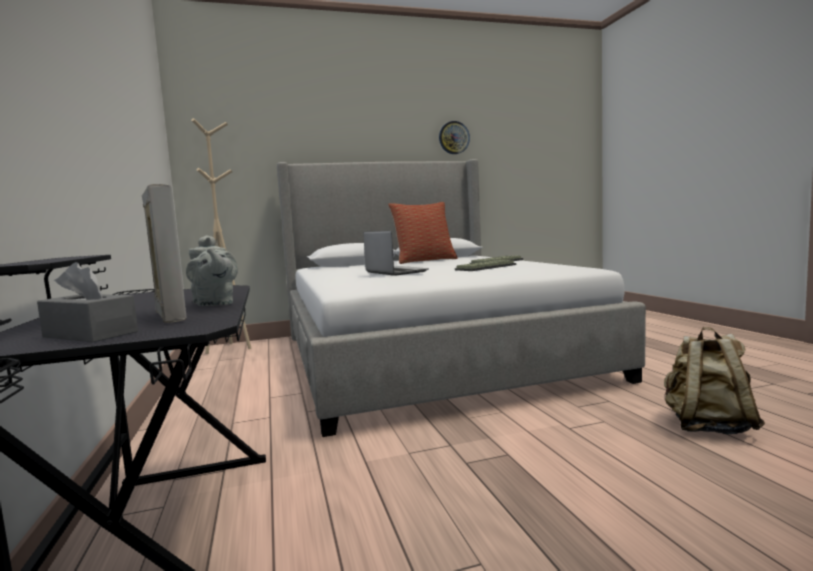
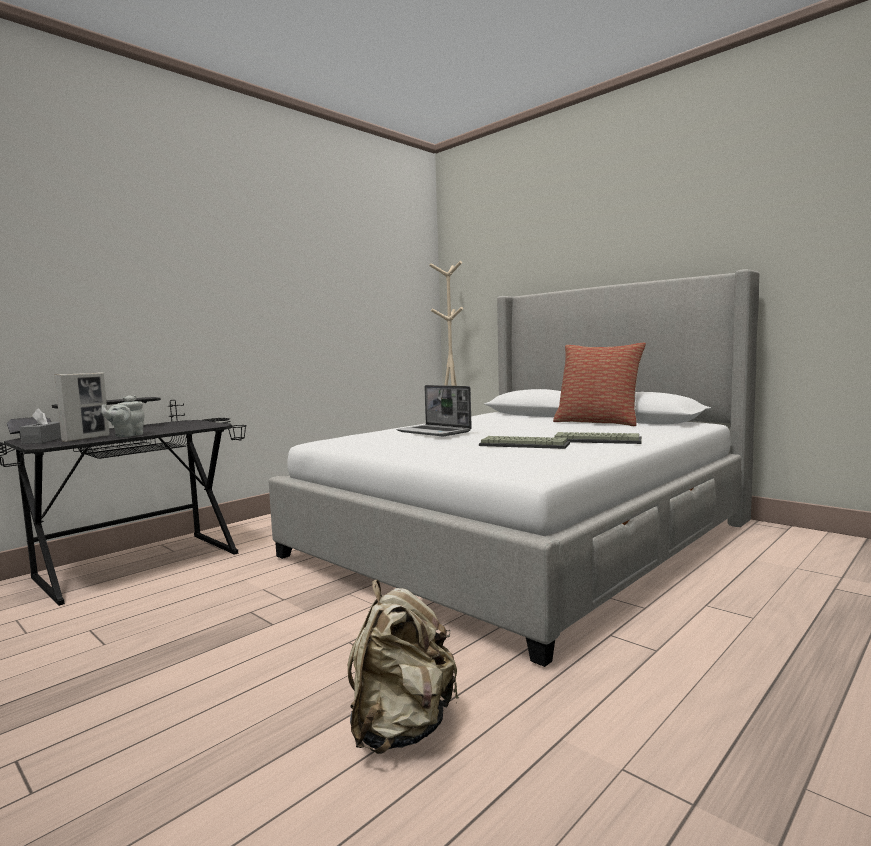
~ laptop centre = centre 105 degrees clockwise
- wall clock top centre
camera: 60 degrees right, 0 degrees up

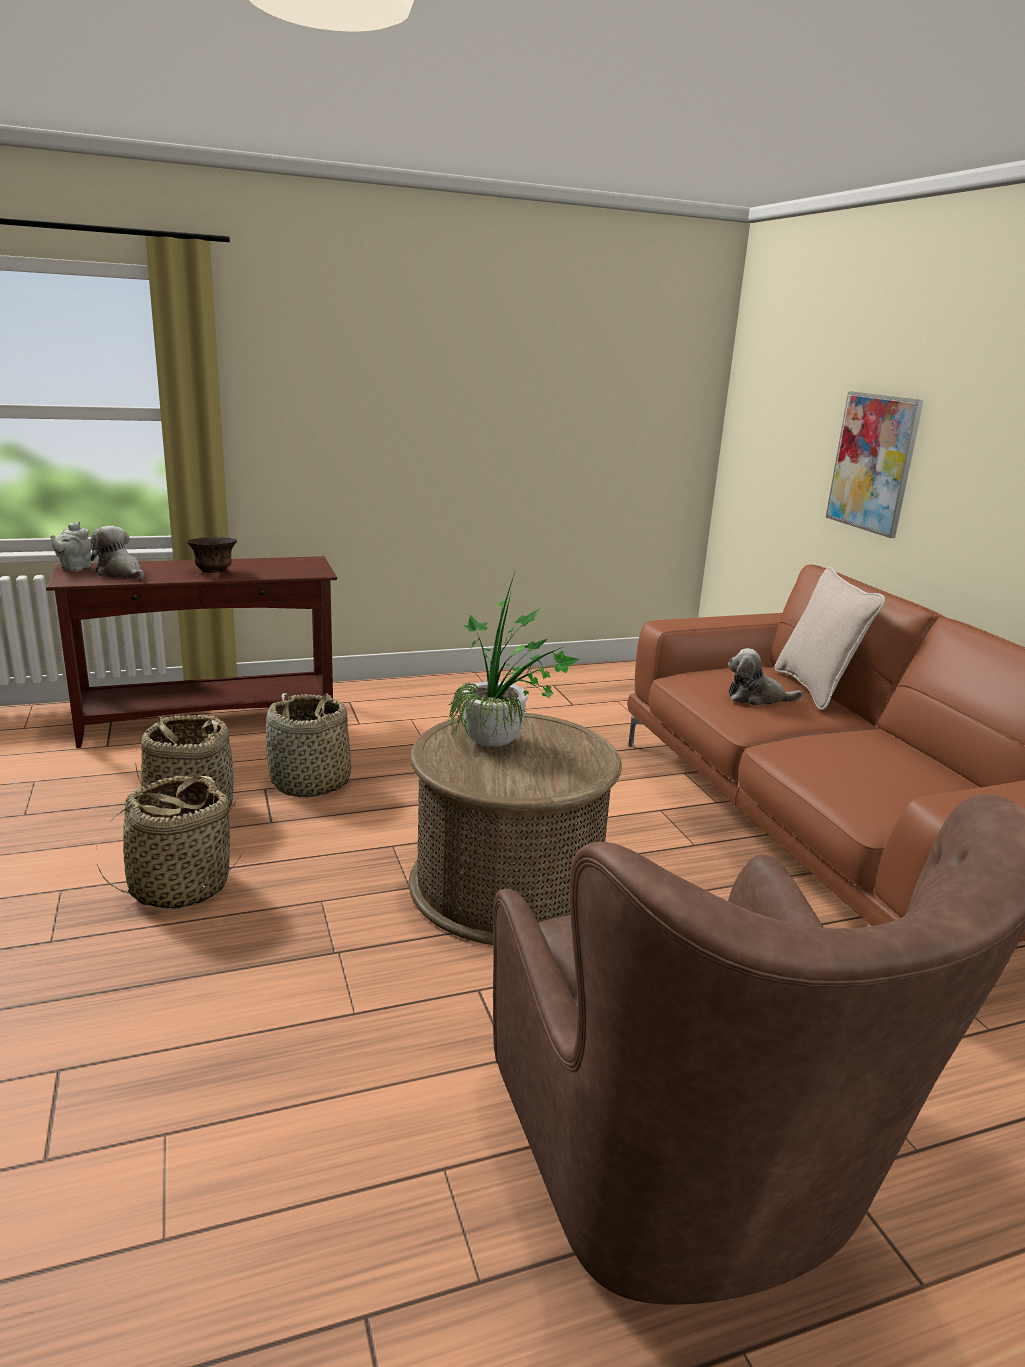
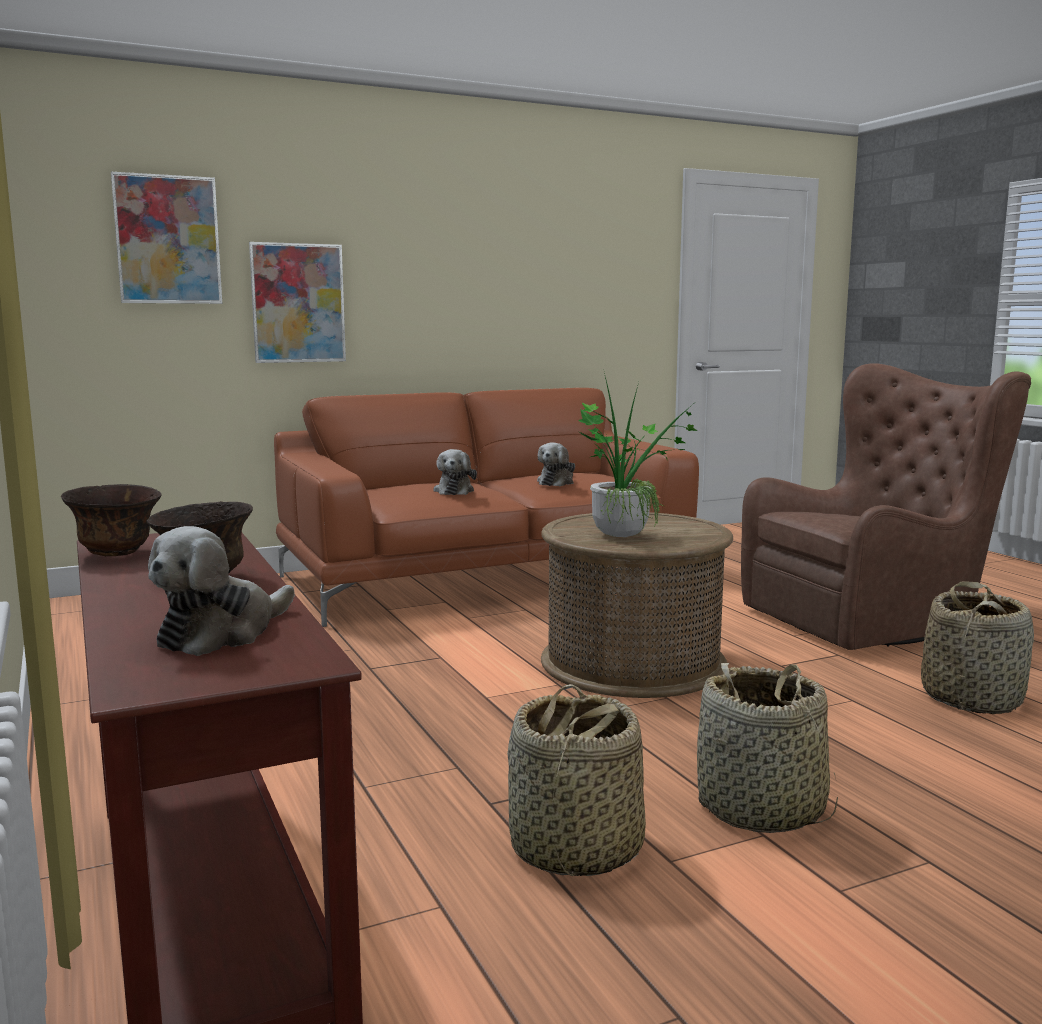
+ brown bowl (no. 1 from left) middle left
+ picture (no. 1 from left) top left
+ plush toy (no. 3 from left) centre
~ basket (no. 3 from left) middle left to middle right
- grey teapot middle left
- beige pillow middle right
camera: 95 degrees left, 10 degrees down

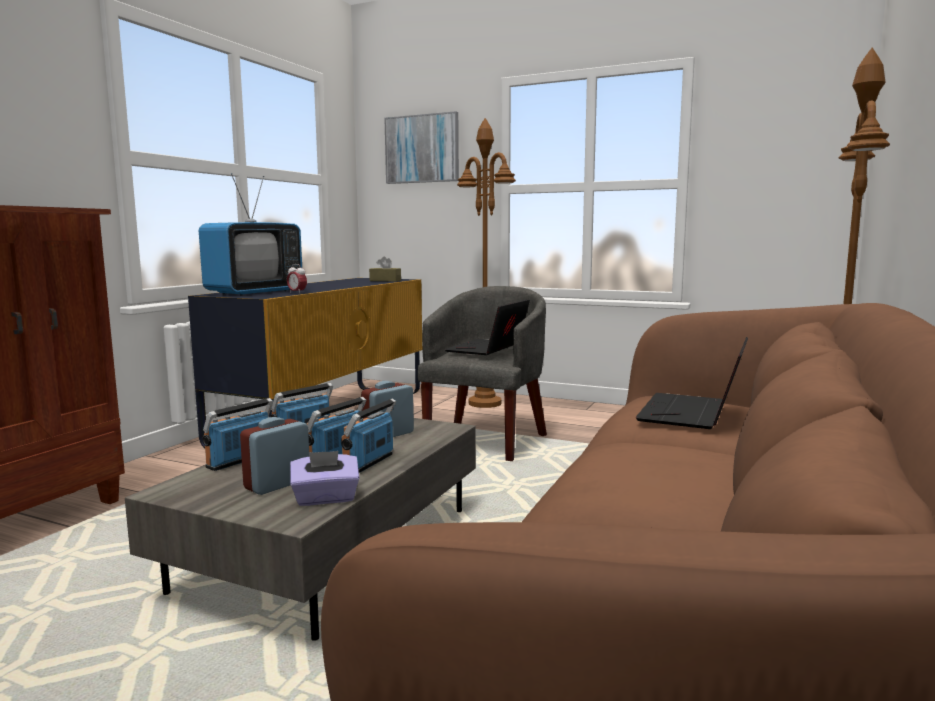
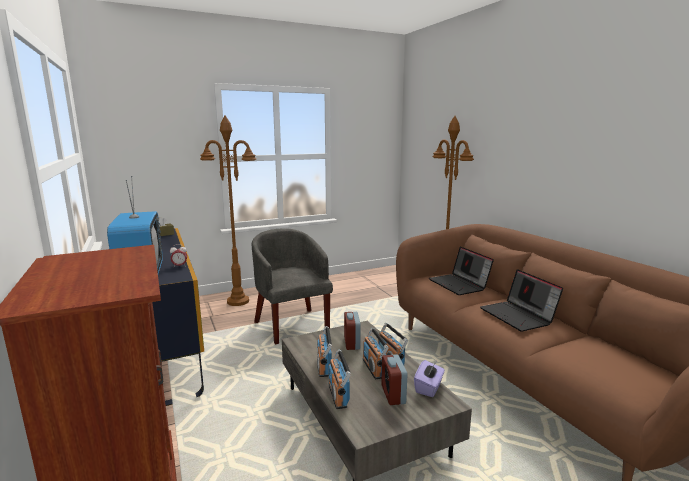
~ laptop (no. 1 from left in the first image) centre to laptop (no. 2 from left) middle right
- picture top centre
camera: 50 degrees left, 5 degrees up

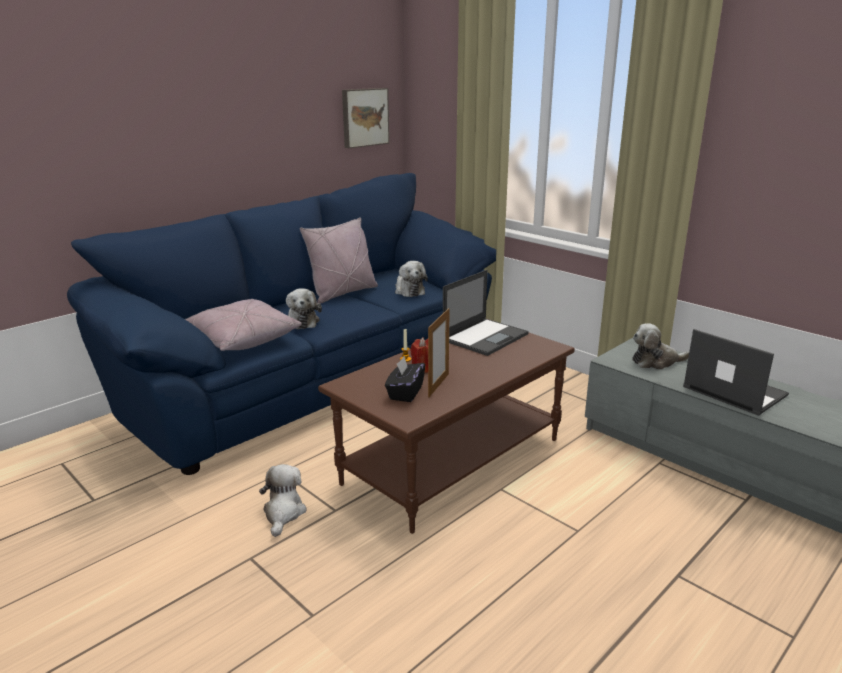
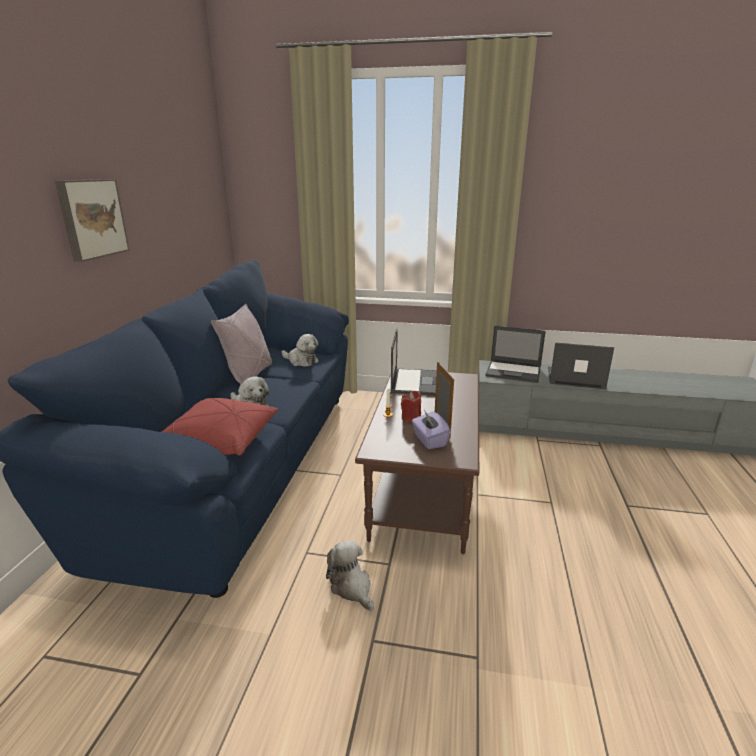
~ picture top centre to top left
~ purple pillow (no. 1 from left) middle left to red pillow middle left
~ black tissue box centre to purple tissue box centre
~ plush toy (no. 4 from left) middle right to laptop (no. 2 from left) middle right
camera: 35 degrees left, 0 degrees up

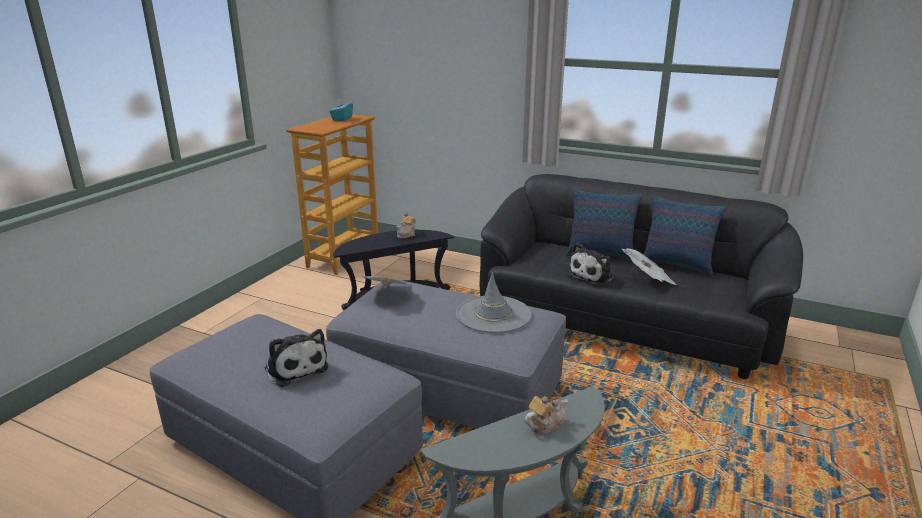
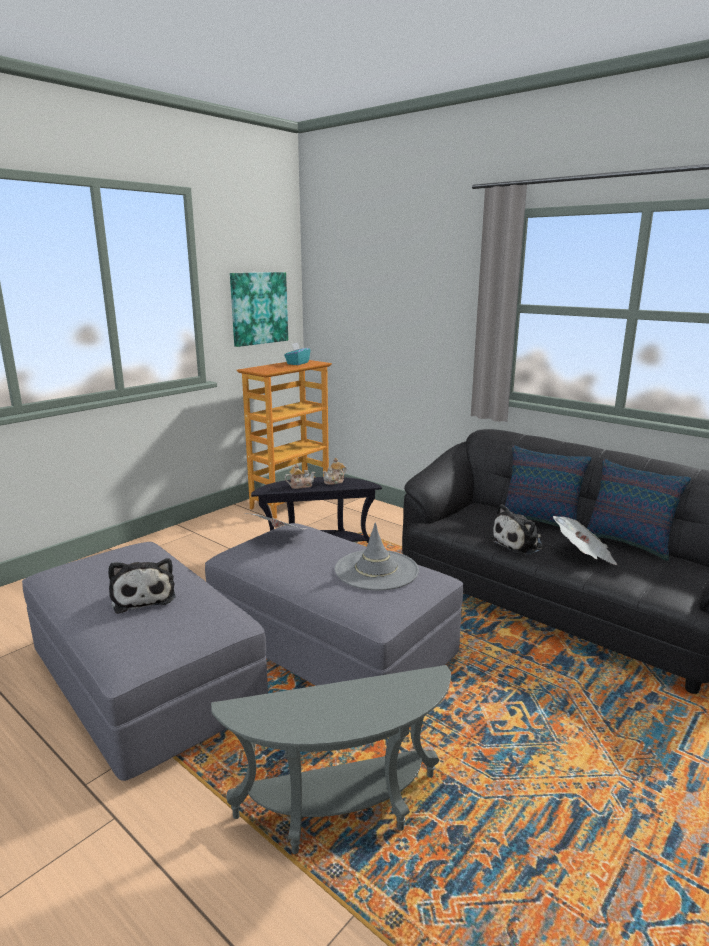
+ picture top centre
~ teapot (no. 2 from left in the first image) bottom centre to teapot (no. 1 from left) centre
camera: 15 degrees right, 5 degrees down

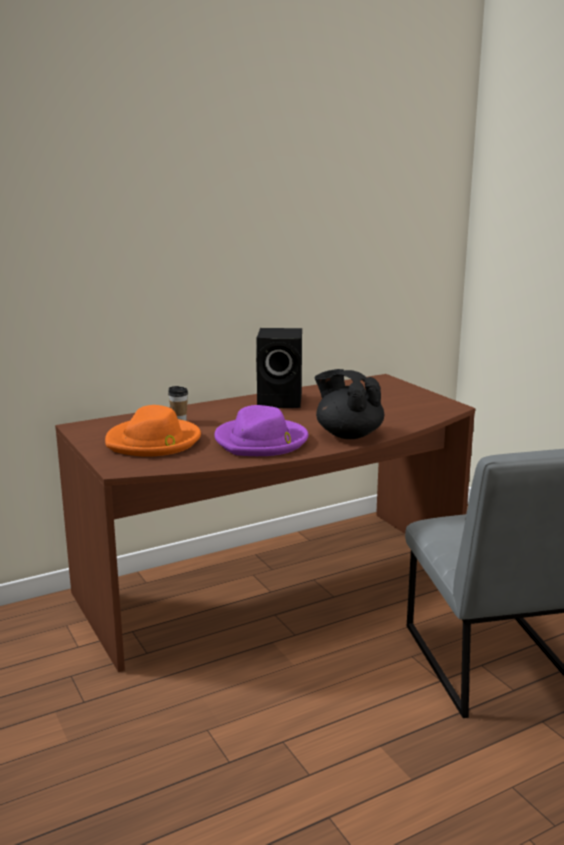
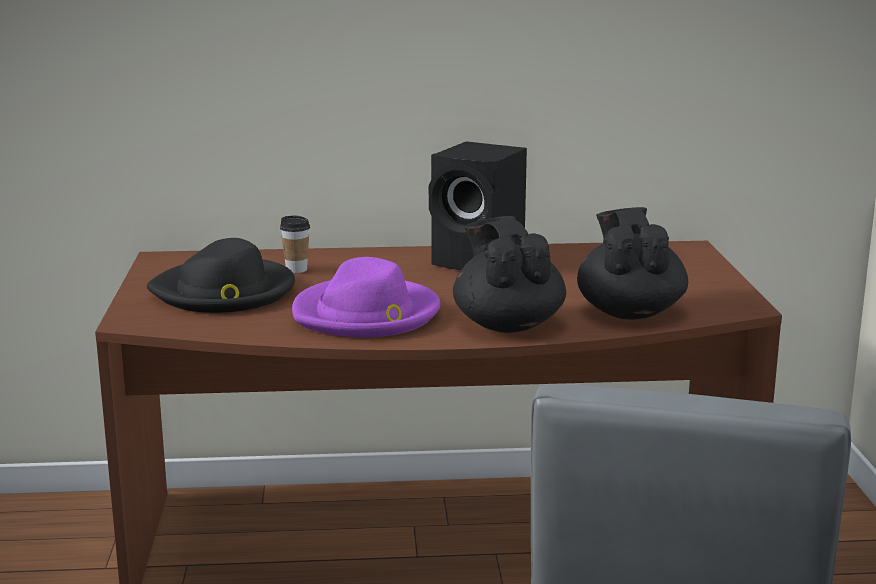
~ orange hat middle left to black hat middle left
+ black teapot (no. 2 from left) middle right
camera: 25 degrees right, 0 degrees up

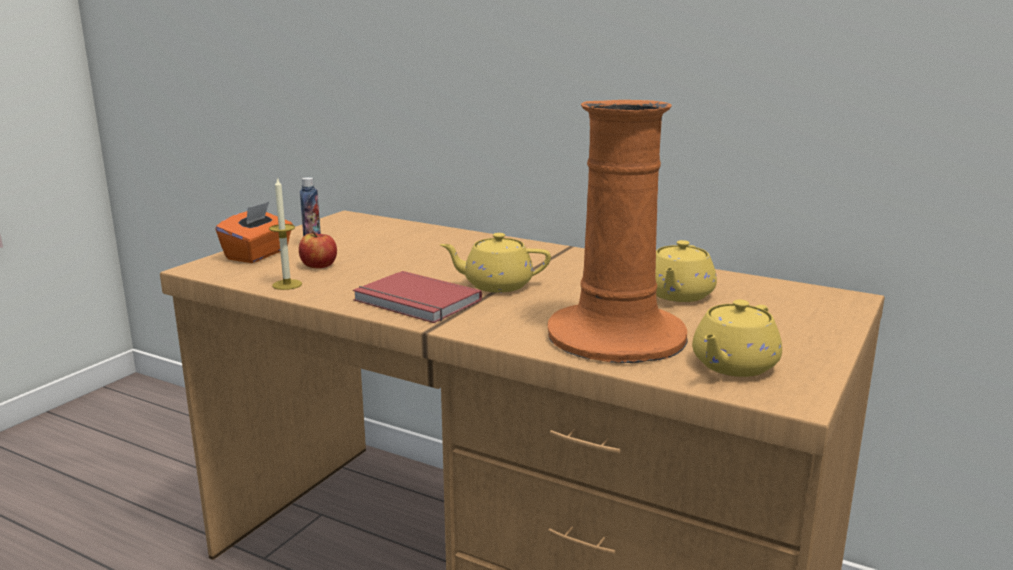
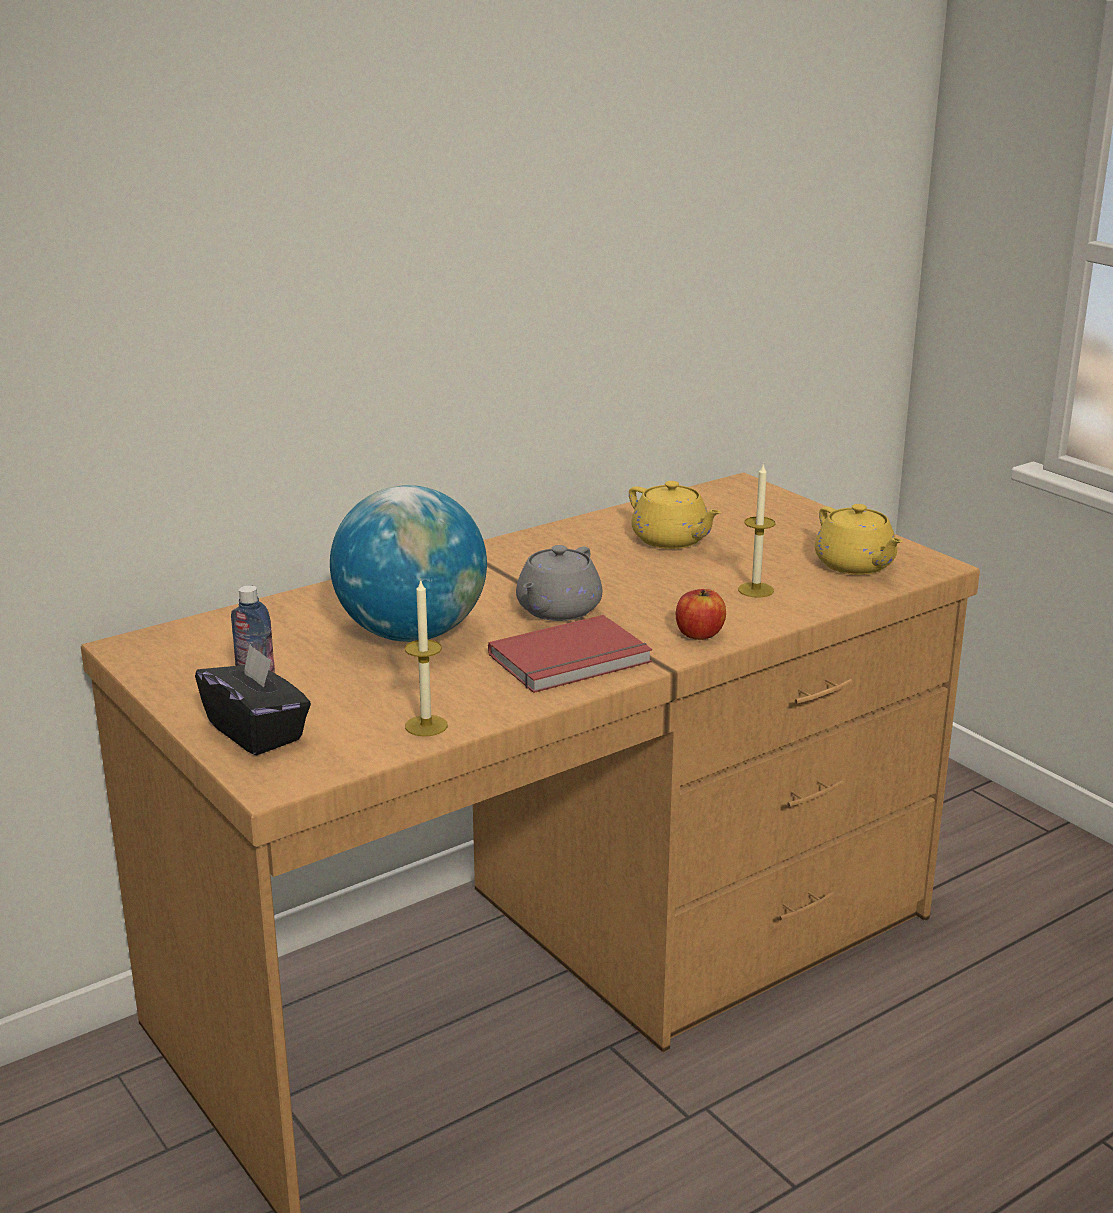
~ orange tissue box middle left to black tissue box middle left
+ globe centre
~ yellow teapot (no. 1 from left) centre to grey teapot centre
~ apple middle left to centre
~ orange vase centre to candle (no. 2 from left) middle right
camera: 65 degrees left, 5 degrees up

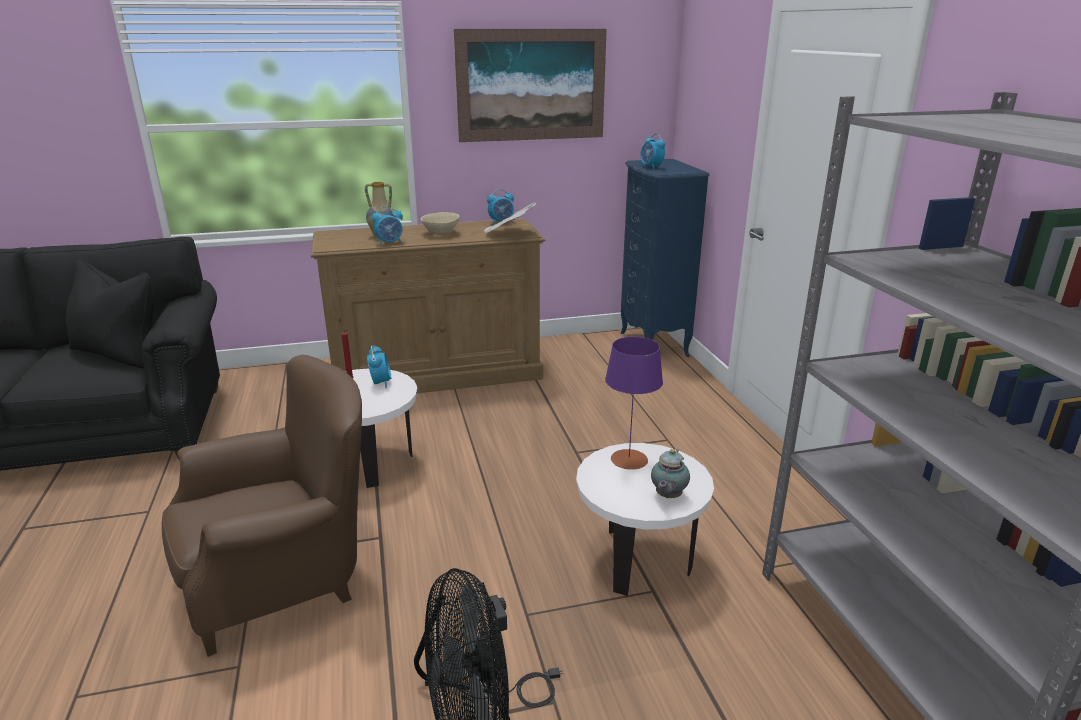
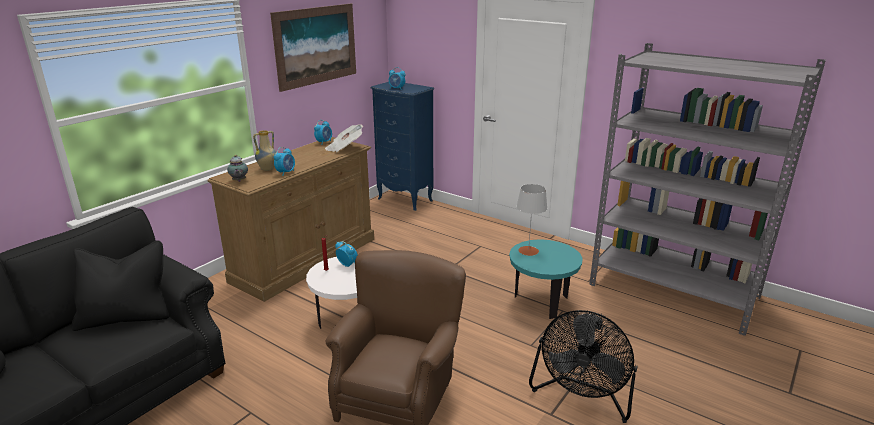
~ teapot centre to middle left
~ white side table (no. 2 from left) bottom centre to turquoise side table centre
~ purple table lamp centre to grey table lamp centre
- beige bowl top centre
camera: 40 degrees left, 0 degrees up

